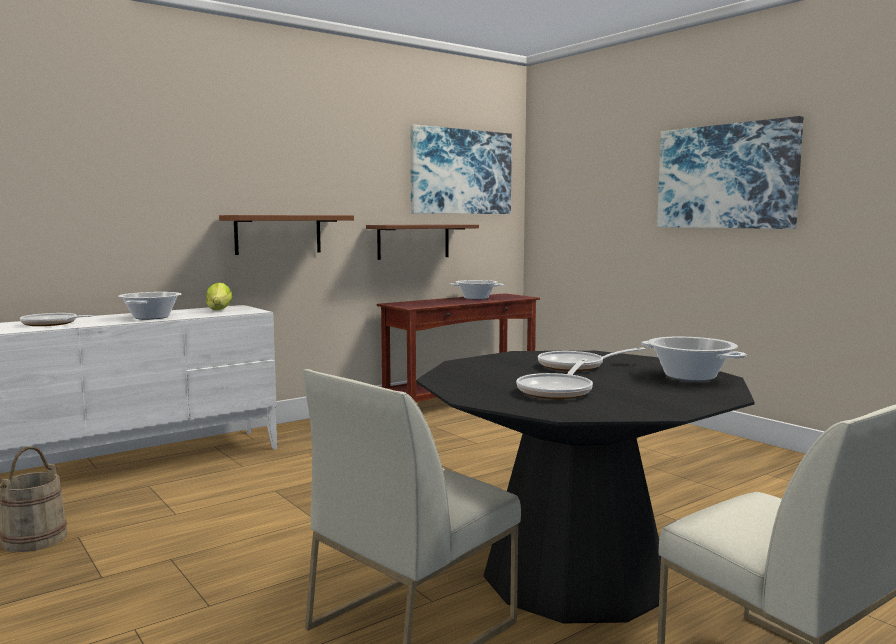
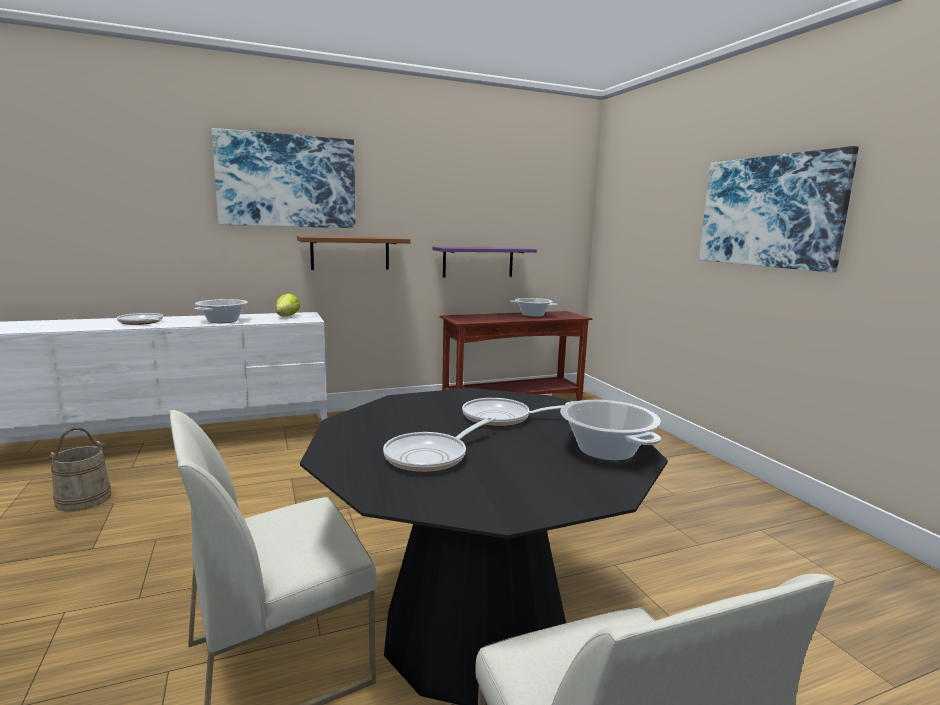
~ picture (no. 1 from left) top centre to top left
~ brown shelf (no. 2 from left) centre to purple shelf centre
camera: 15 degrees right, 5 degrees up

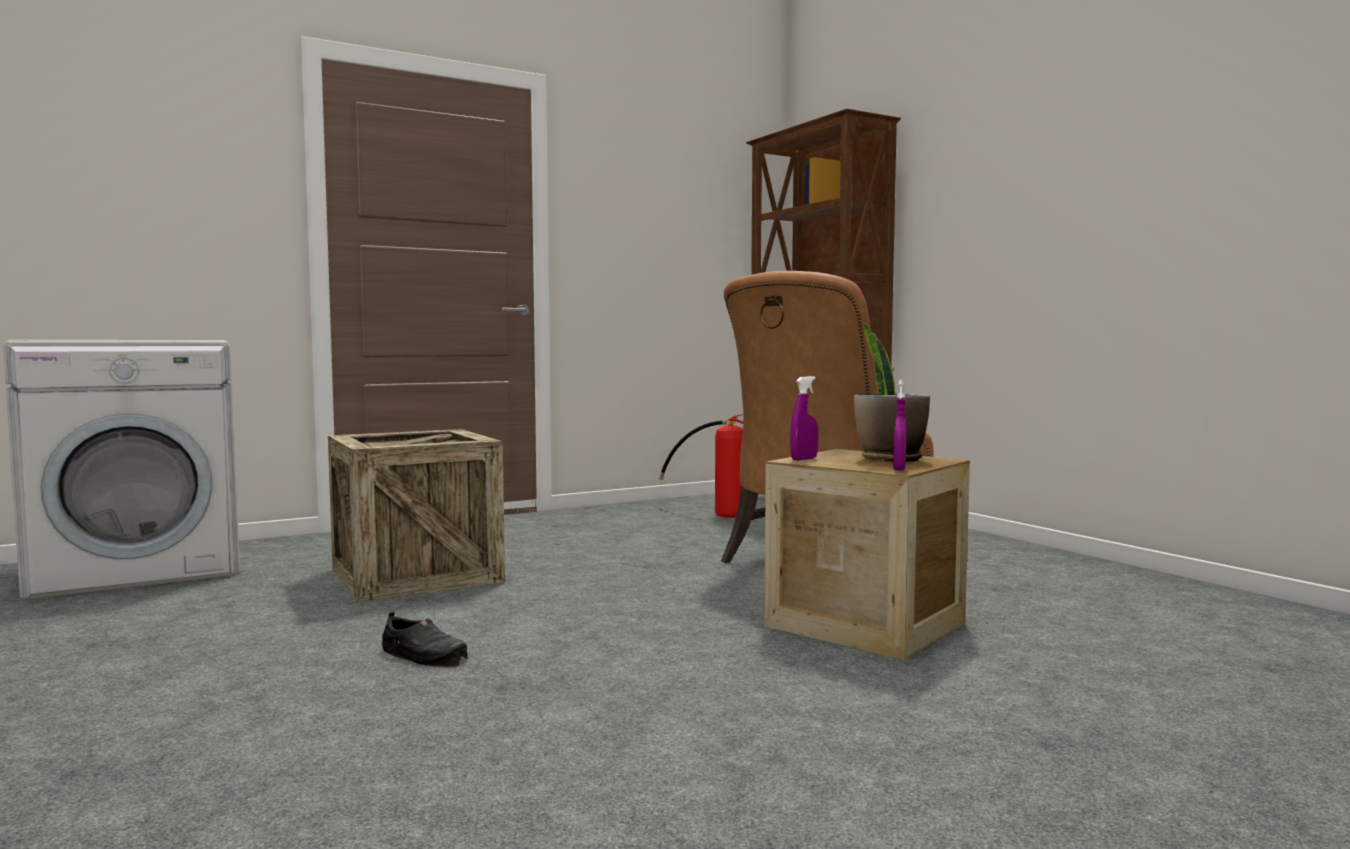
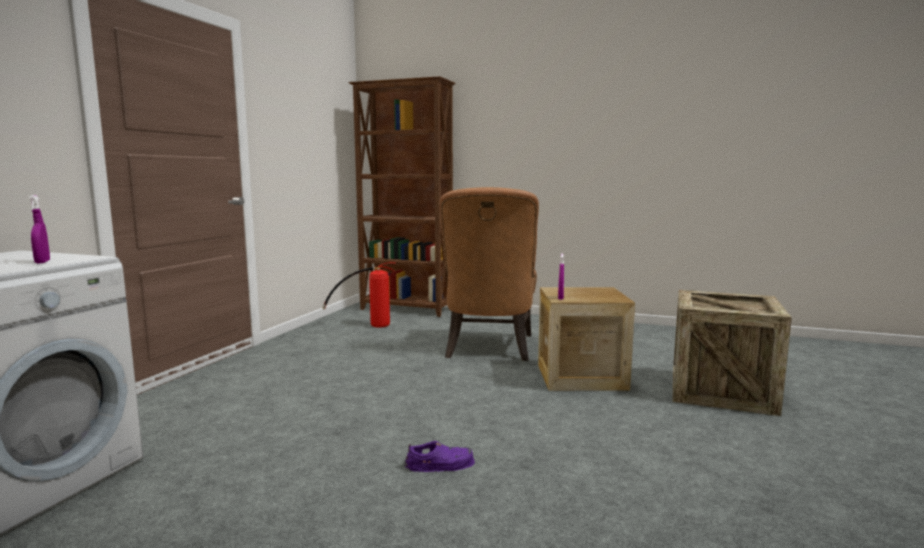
~ purple spray bottle (no. 2 from left in the first image) centre to purple spray bottle (no. 1 from left) middle left
~ black shoe bottom left to purple shoe bottom centre
~ crate (no. 1 from left in the first image) middle left to crate (no. 2 from left) middle right
- potted plant centre
camera: 40 degrees left, 5 degrees up

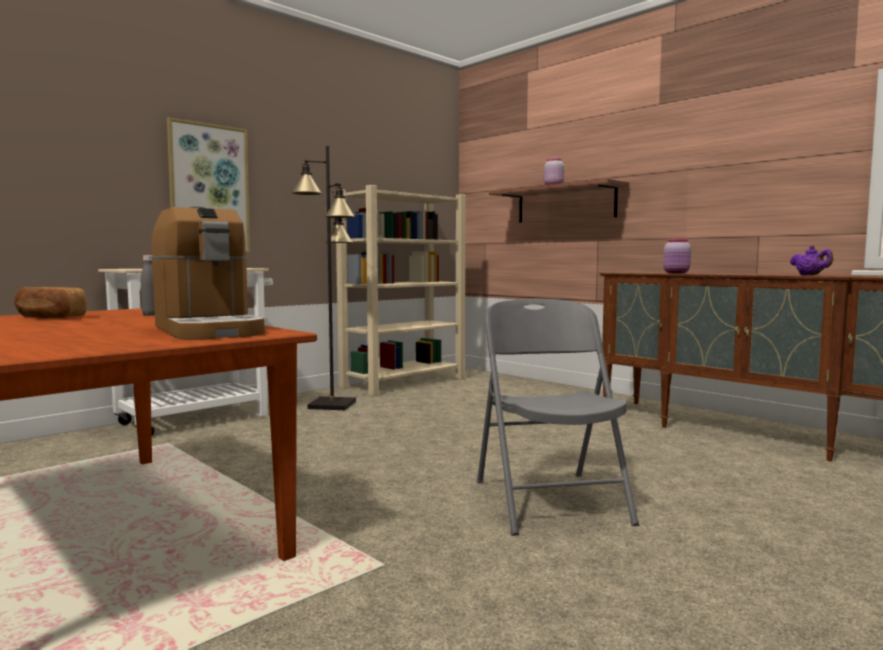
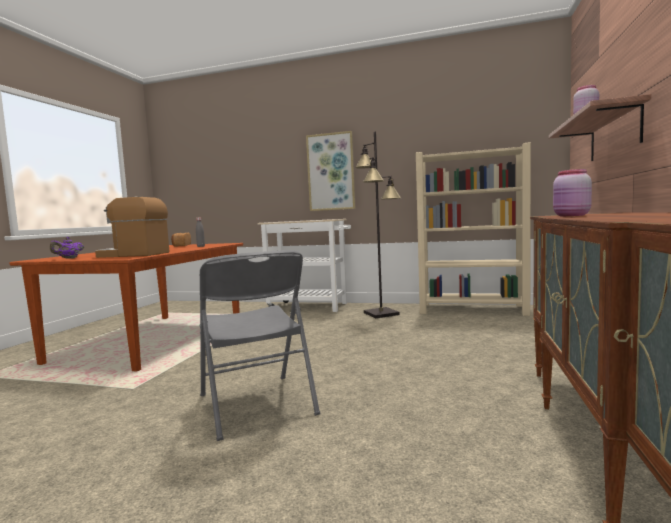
~ purple teapot middle right to middle left
~ coffee machine middle left = middle left 75 degrees clockwise
~ grey chair centre = centre 105 degrees clockwise
camera: 60 degrees right, 0 degrees up

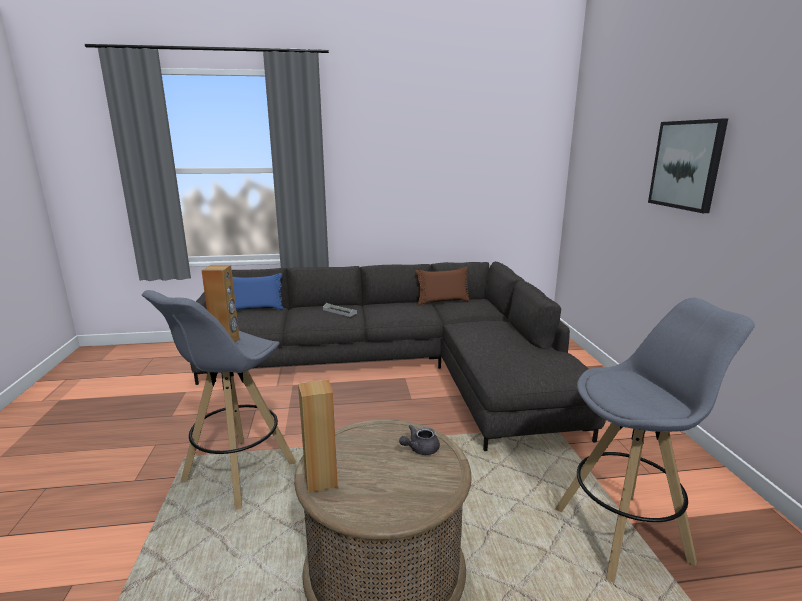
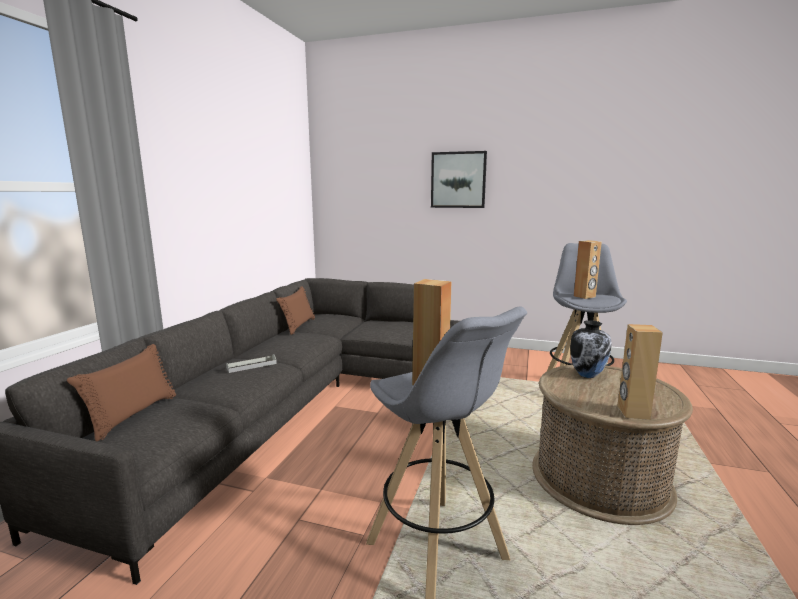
~ blue pillow middle left to brown pillow (no. 1 from left) middle left
~ grey teapot bottom centre to vase middle right
+ brown speaker (no. 2 from left) middle right
camera: 65 degrees left, 5 degrees down

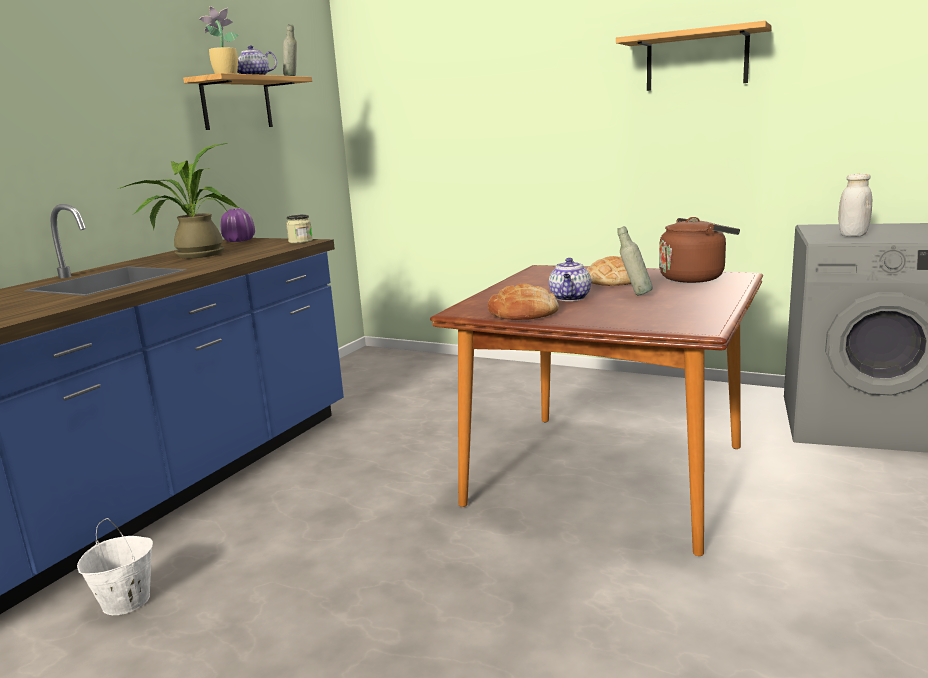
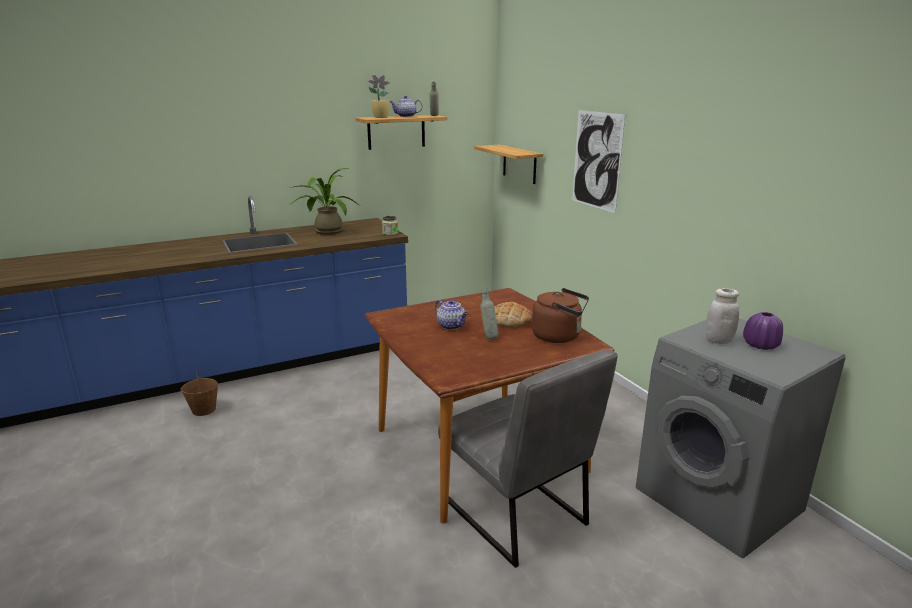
~ white bucket bottom left to brown bucket middle left
~ teapot (no. 2 from left) centre = centre 90 degrees counterclockwise
+ grey chair bottom centre
~ shelf (no. 2 from left) top right to top centre
+ picture top centre
~ purple vase top left to middle right
- bread (no. 1 from left) centre
camera: 35 degrees right, 5 degrees up

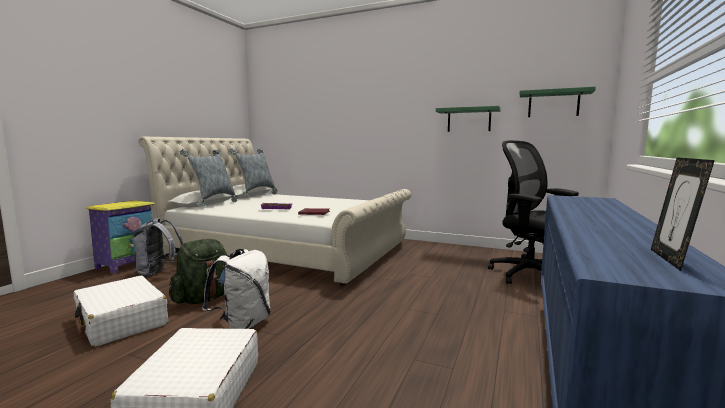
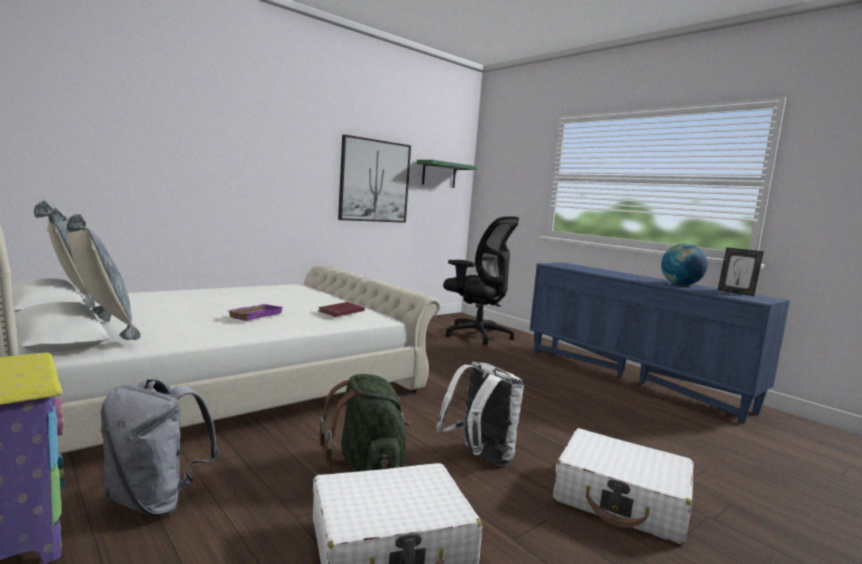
~ green shelf (no. 1 from left) top centre to picture top centre
~ black office chair middle right = centre 135 degrees counterclockwise
+ globe middle right
camera: 65 degrees left, 0 degrees up

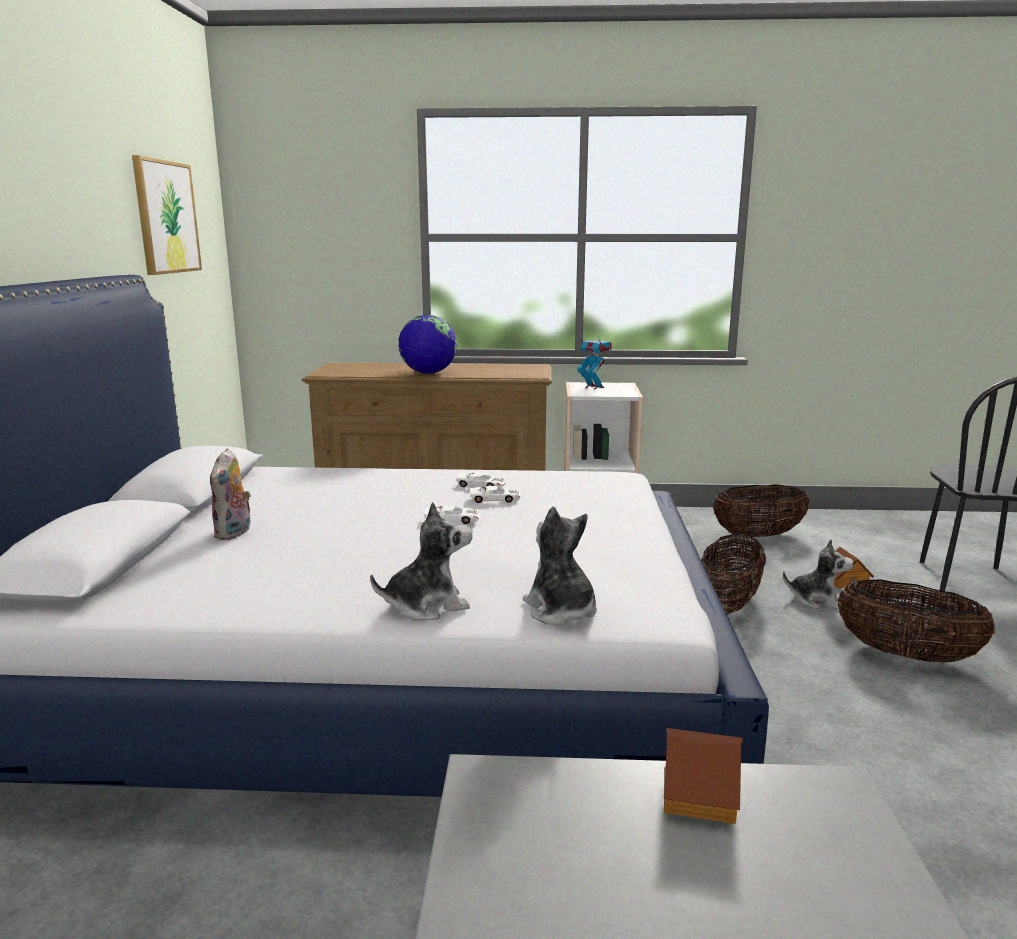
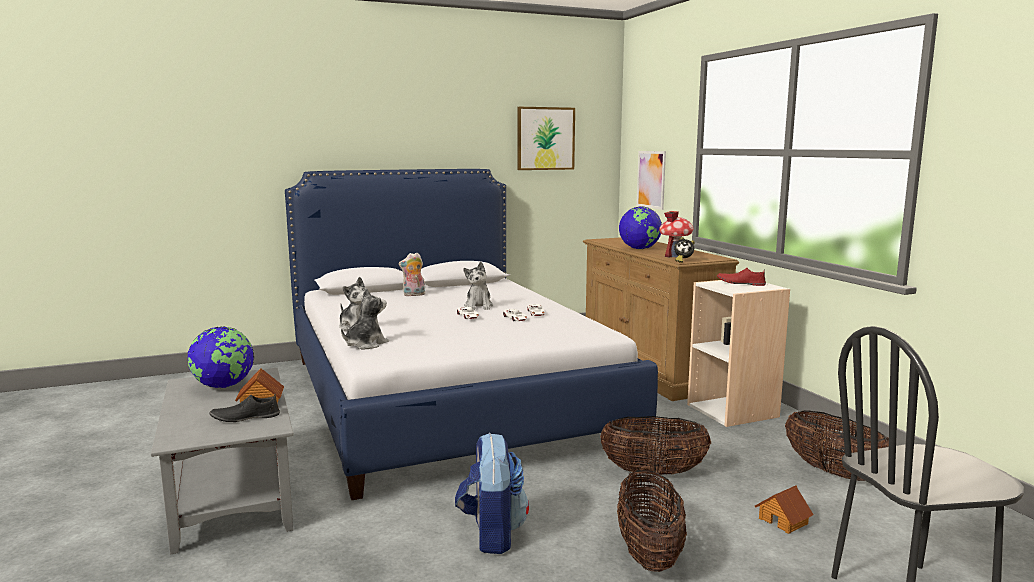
+ globe (no. 1 from left) middle left
+ black shoe bottom left
+ backpack bottom centre
~ plush toy (no. 4 from left) middle right to centre
+ picture (no. 2 from left) top centre
+ toy house (no. 2 from left) centre
+ alarm clock centre
~ toy robot centre to red shoe middle right
camera: 65 degrees right, 5 degrees down

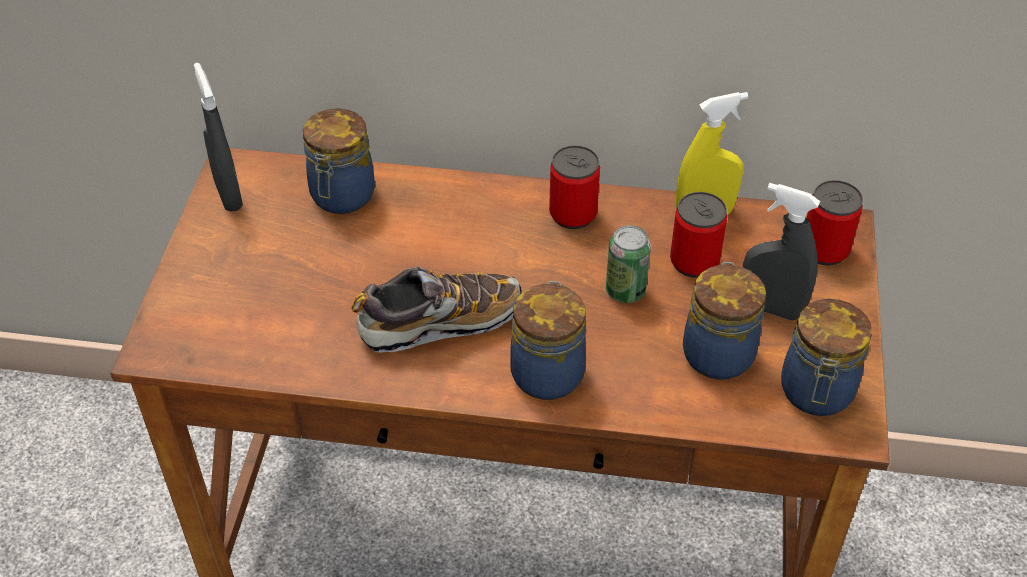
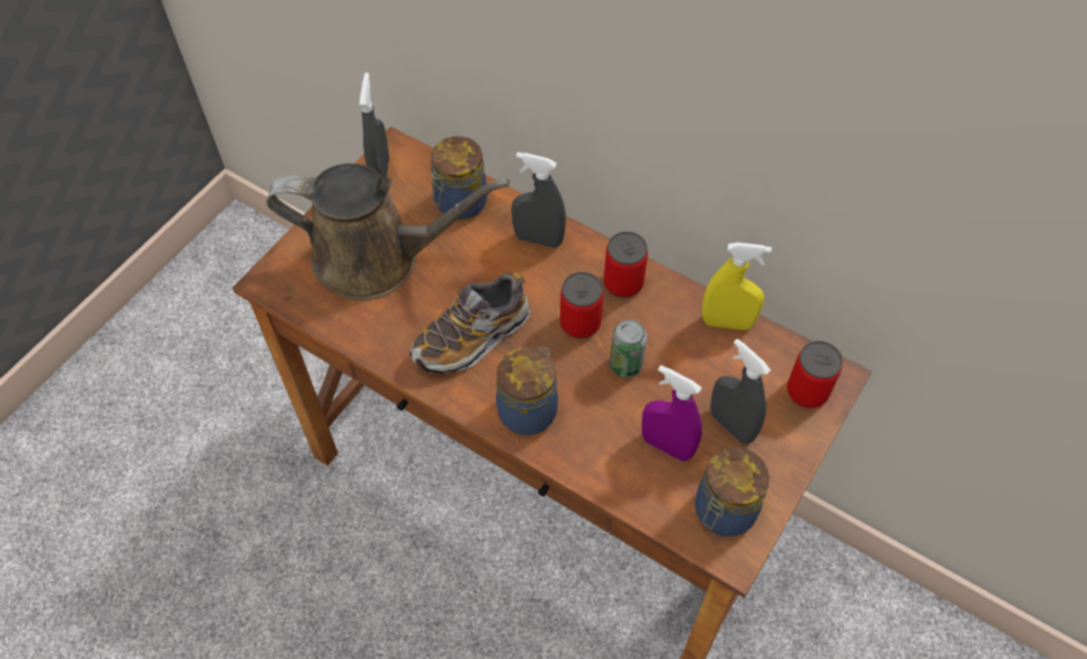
+ brown watering can centre
~ shoe centre = centre 135 degrees clockwise
+ grey spray bottle (no. 2 from left) top centre
~ can (no. 3 from left in the first image) middle right to can (no. 1 from left) centre
~ jar (no. 3 from left) middle right to purple spray bottle centre
camera: 25 degrees right, 10 degrees up

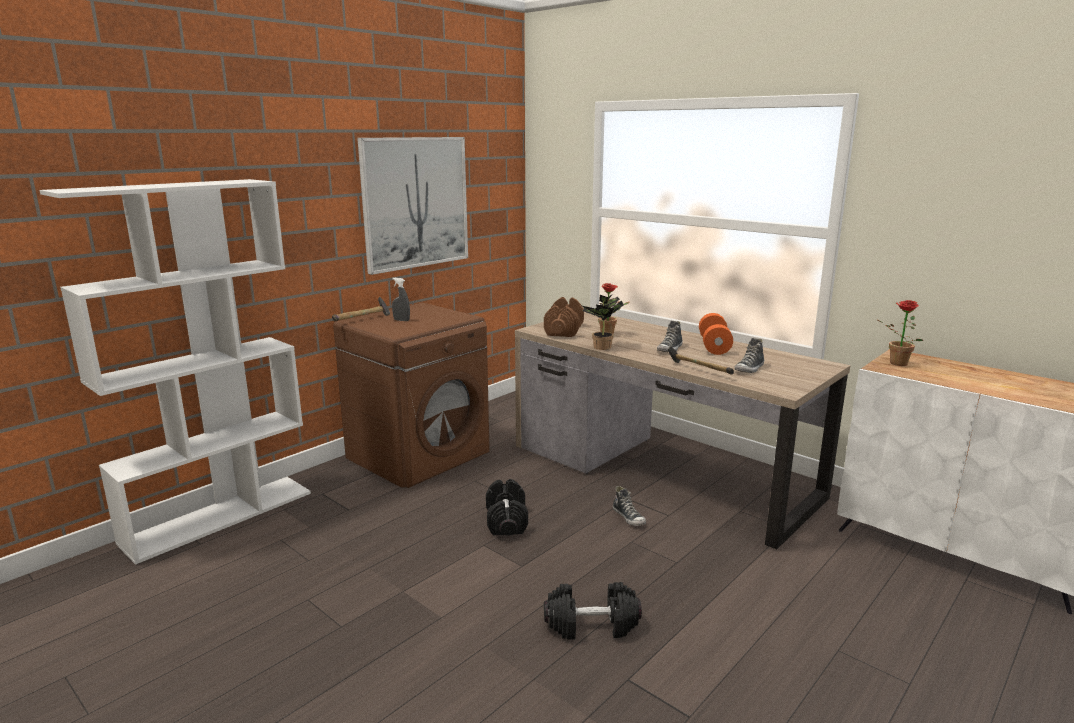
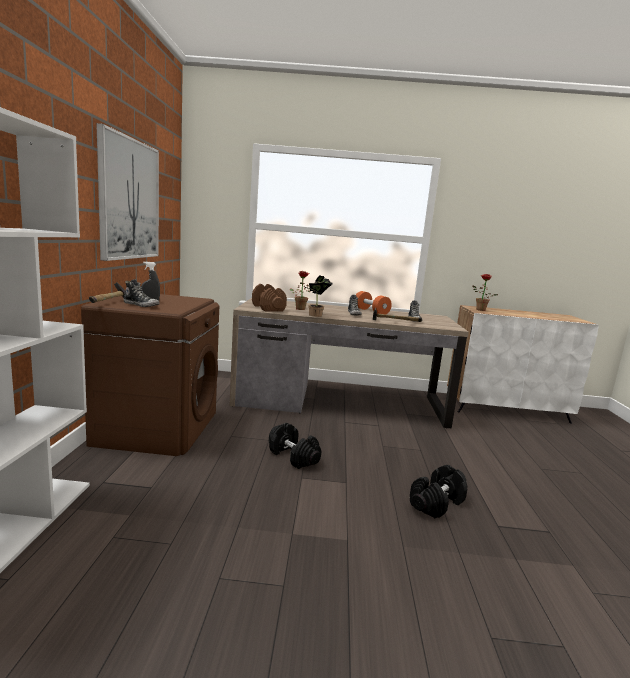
~ shoe (no. 1 from left) bottom centre to middle left
camera: 40 degrees left, 5 degrees down

